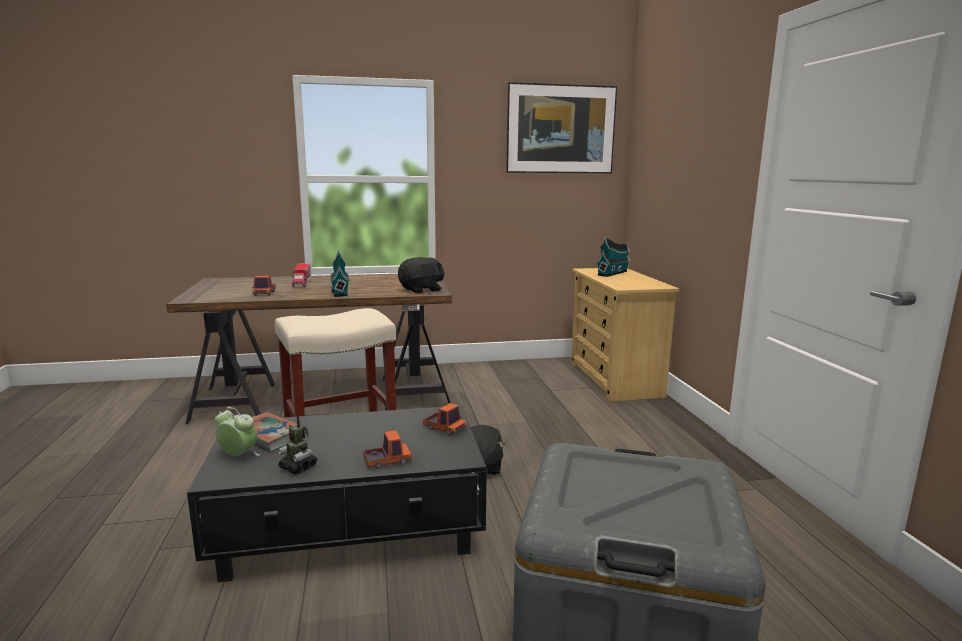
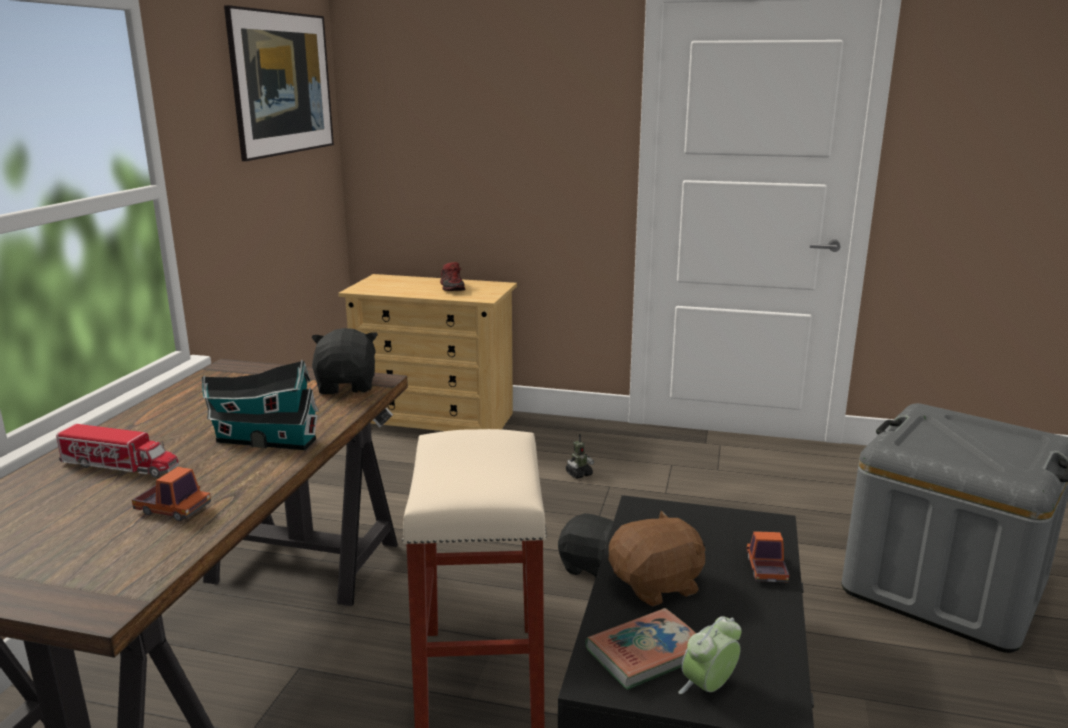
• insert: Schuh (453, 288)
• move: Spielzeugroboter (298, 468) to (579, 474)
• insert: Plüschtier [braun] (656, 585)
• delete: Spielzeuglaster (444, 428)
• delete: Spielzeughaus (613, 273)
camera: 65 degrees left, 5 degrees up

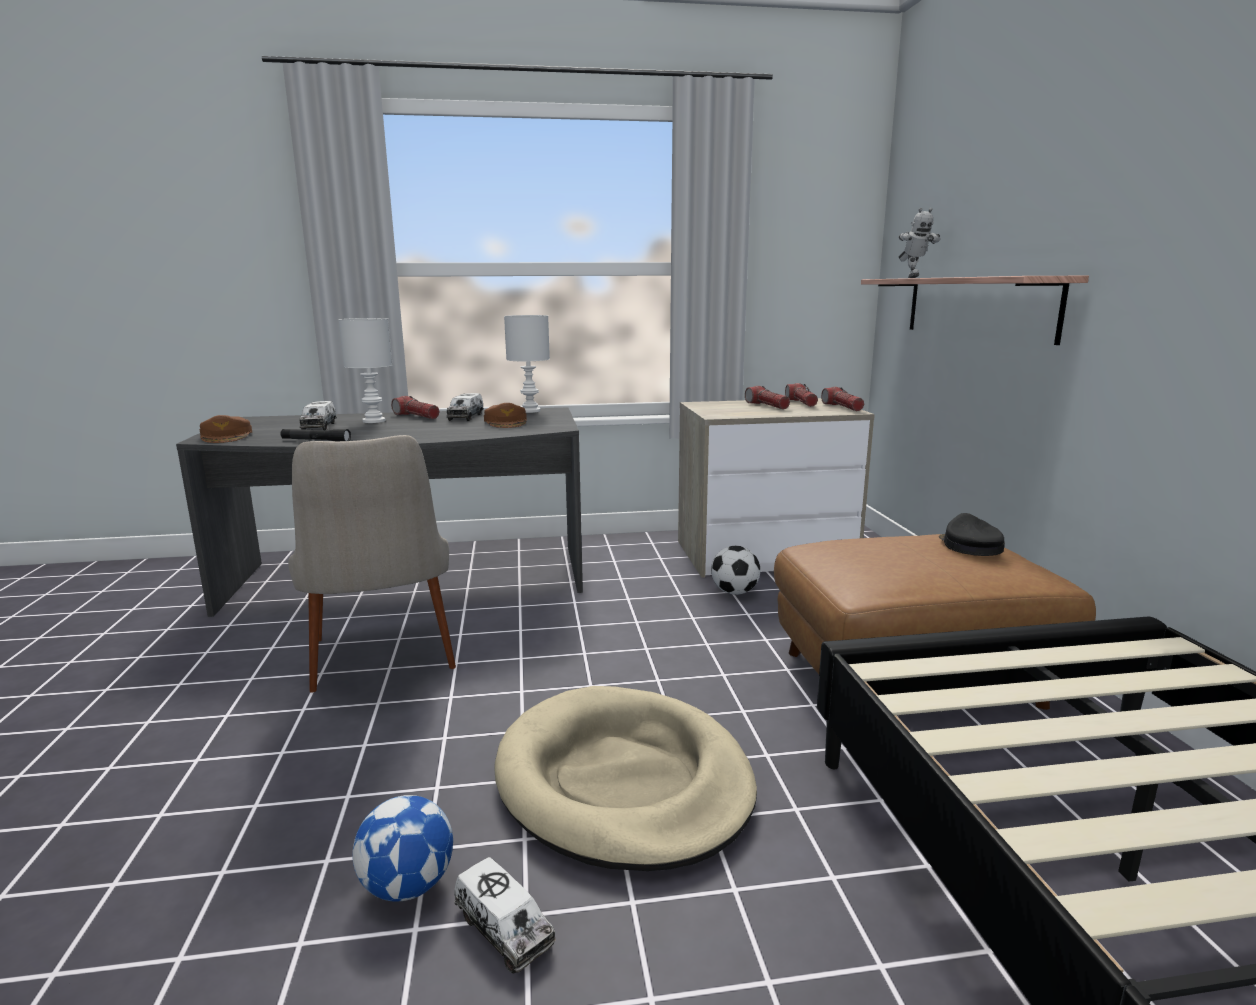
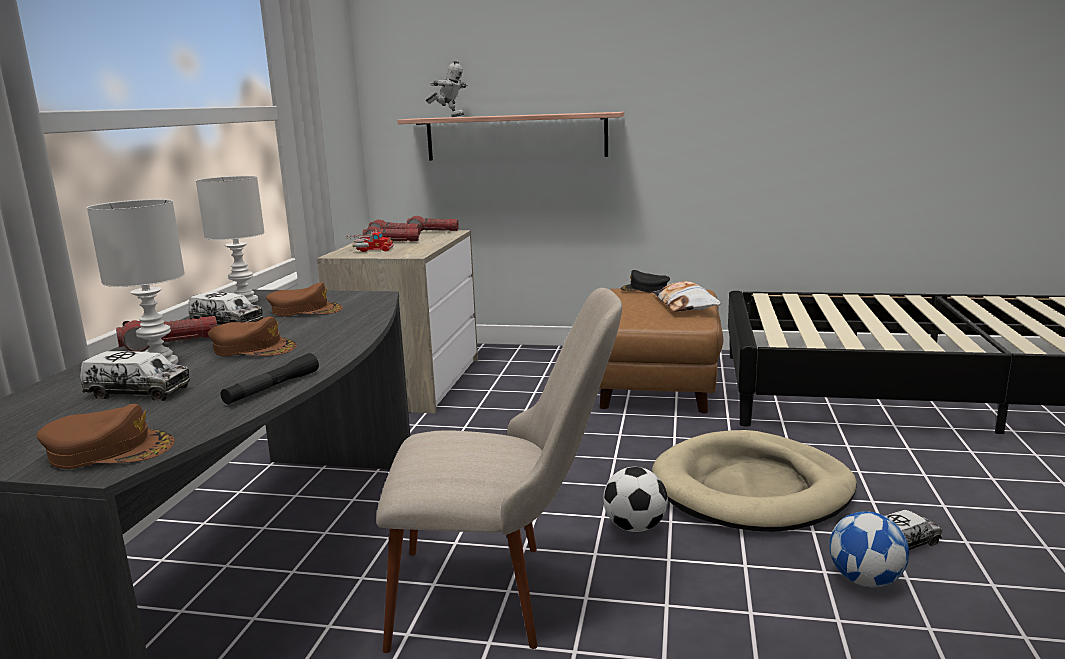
• insert: Kappe [braun] (254, 348)
• insert: Spielzeuglaster (369, 250)
• move: Fußball (734, 592) to (635, 527)
• insert: Kissen (685, 304)
camera: 70 degrees left, 0 degrees up

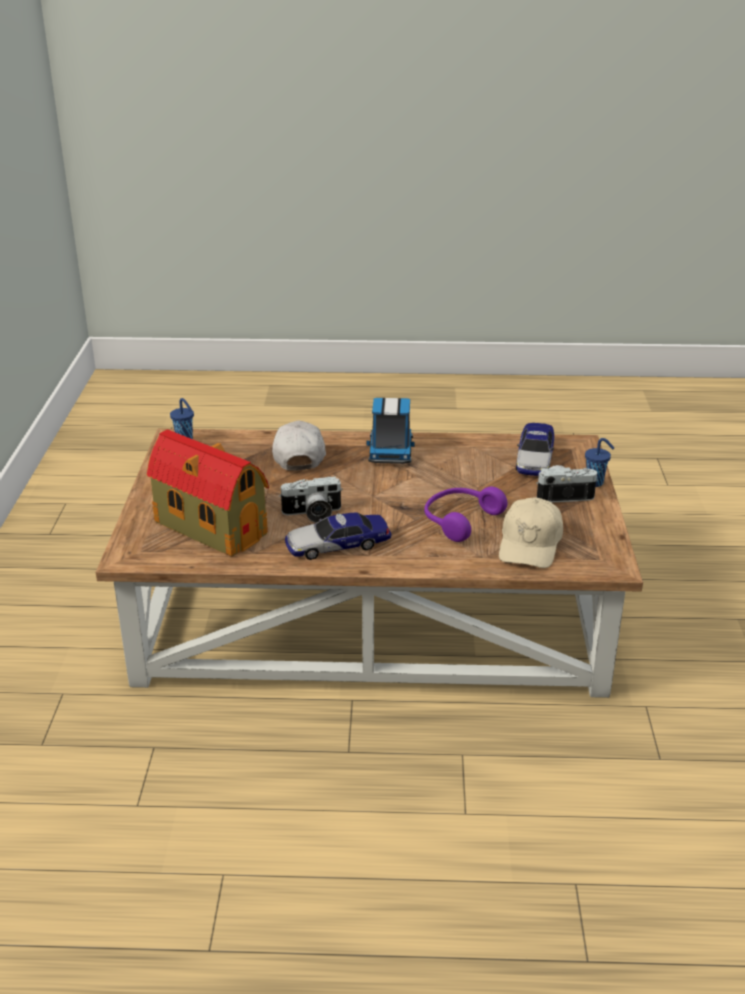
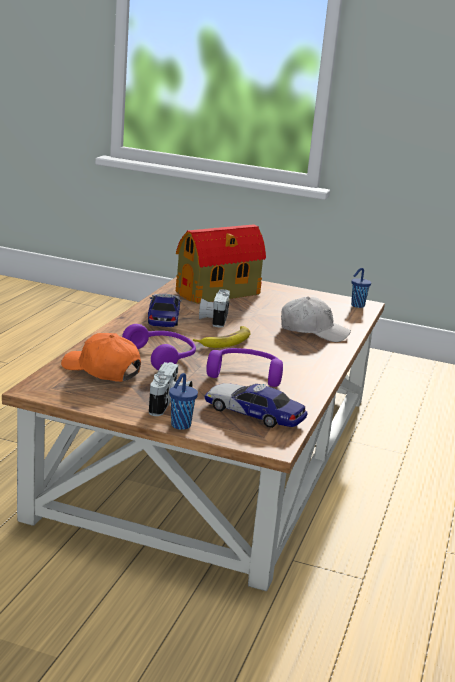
• recolor: Kappe [beige] (530, 544) to Kappe [orange] (101, 370)
• insert: Banane (225, 341)
• insert: Kopfhörer [lila] (245, 374)
• delete: Spielzeuglaster (390, 451)
camera: 105 degrees right, 10 degrees down

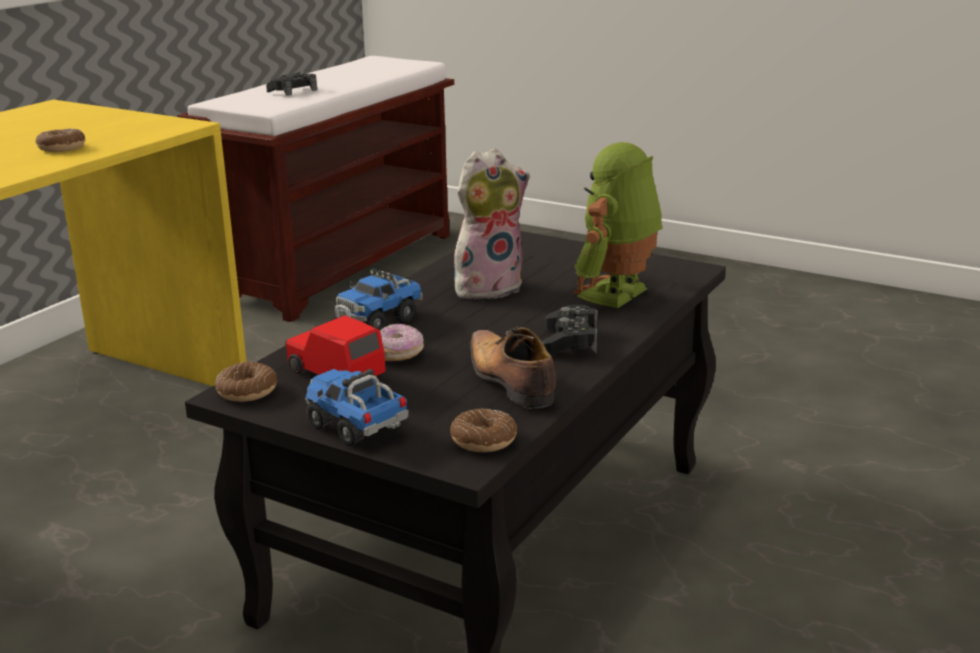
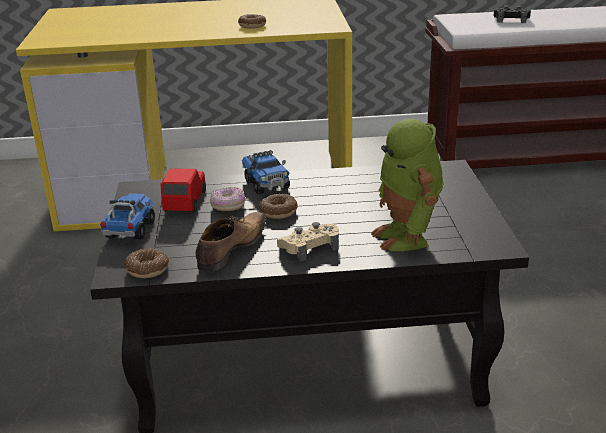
• rotate: Spielzeuglaster (378, 320) = (266, 184) 120 degrees counterclockwise
• move: Donut (247, 391) to (278, 212)
• recolor: Gamepad [schwarz] (570, 341) to Gamepad [beige] (309, 247)
• rotate: Spielzeugroboter (618, 295) = (407, 237) 105 degrees counterclockwise
• delete: Plüschtier (488, 287)
camera: 55 degrees right, 5 degrees up

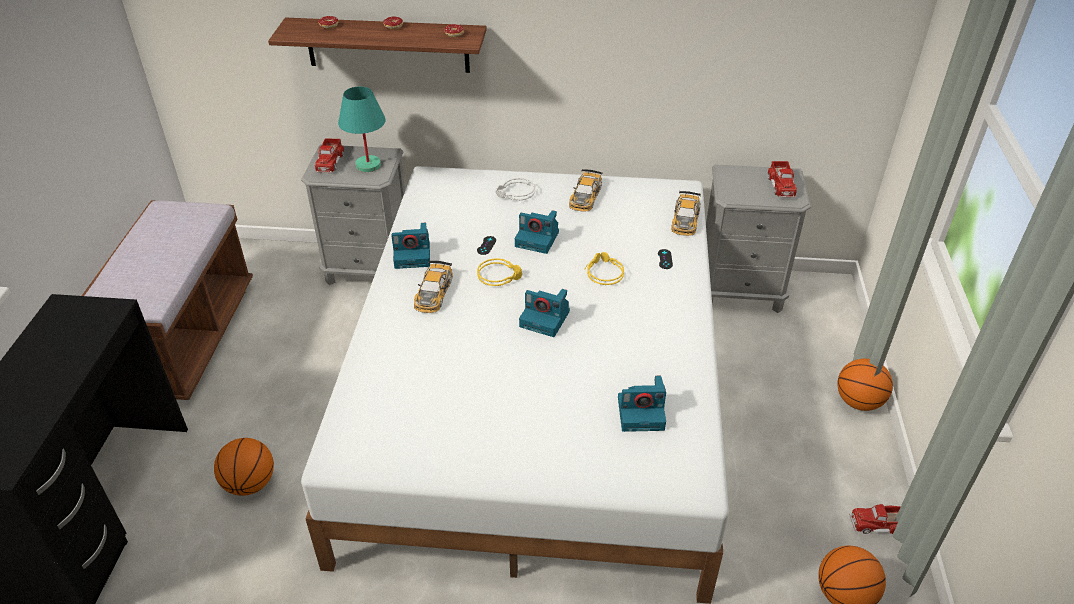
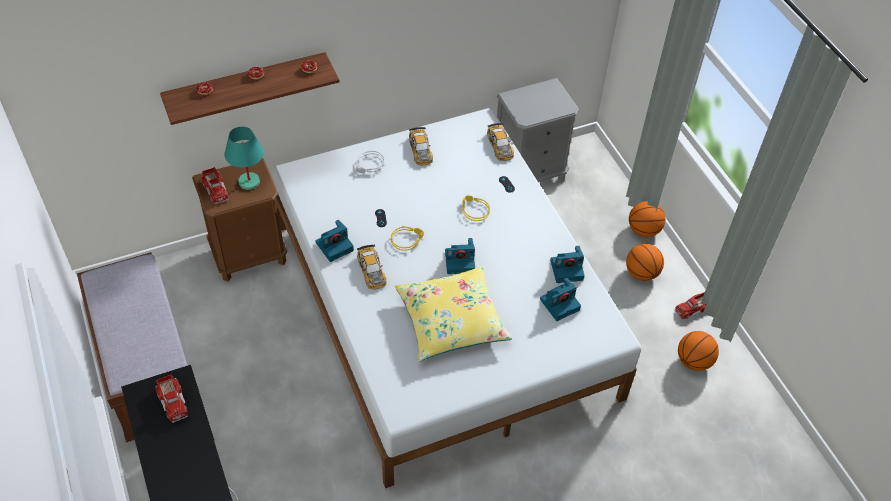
• move: Spielzeuglaster (781, 185) to (173, 402)
• recolor: Nachttisch [grau] (369, 269) to Nachttisch [braun] (249, 255)
• insert: Kissen [gelb] (452, 320)
• move: Kamera (538, 239) to (567, 269)
• move: Basketball (250, 484) to (641, 273)
camera: 30 degrees left, 10 degrees up

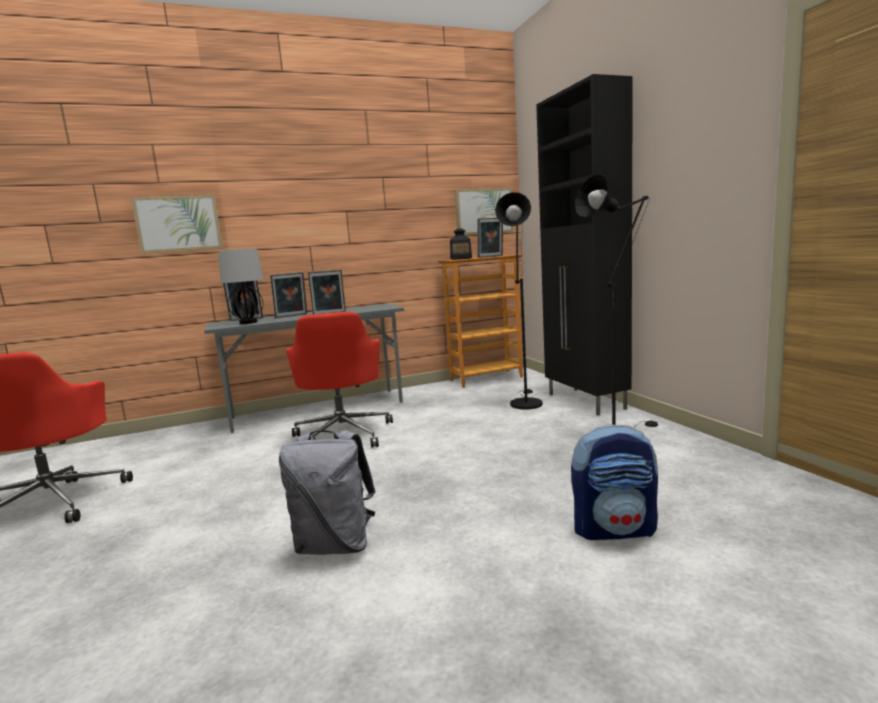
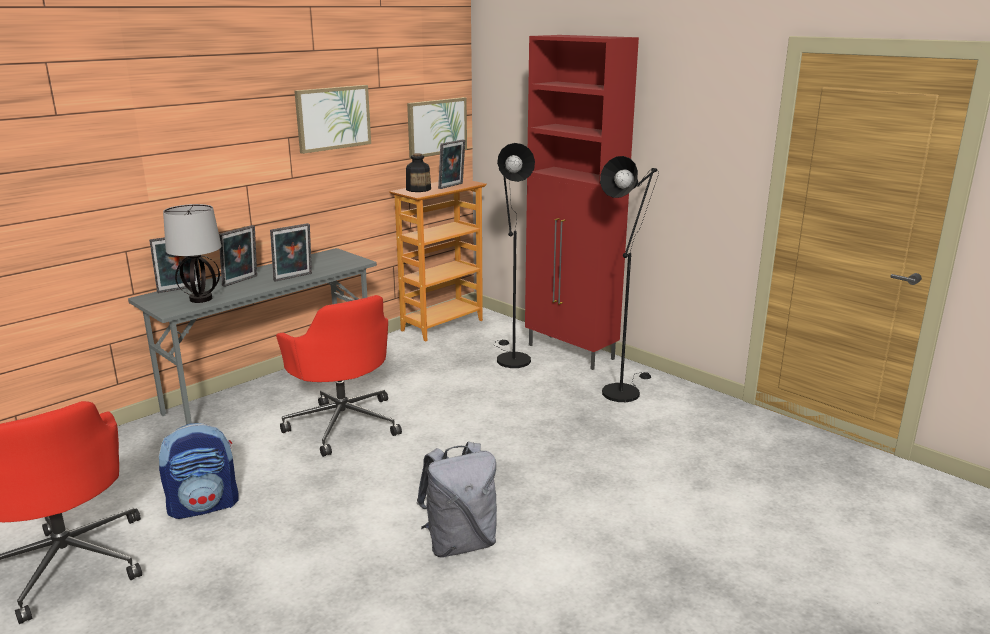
• move: Rucksack (614, 529) to (204, 506)
• move: Bild (178, 223) to (333, 118)
• recolor: Schrank [schwarz] (586, 402) to Schrank [rot] (571, 352)
camera: 25 degrees left, 10 degrees up

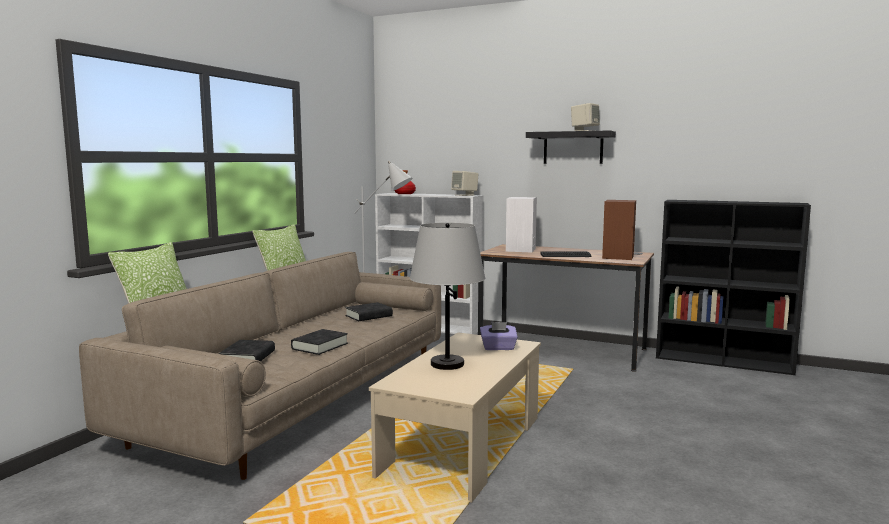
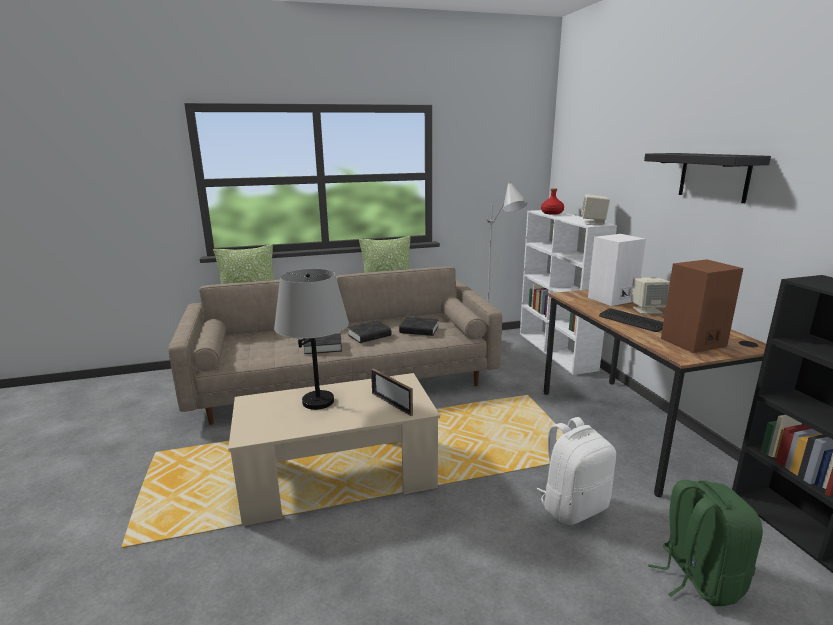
• move: Buch [schwarz] (248, 358) to (369, 335)
• replace: Taschentuchbox [lila] (498, 348) to Bilderrahmen (391, 404)
• insert: Rucksack [weiß] (573, 506)
• move: Lautsprecher [beige] (584, 131) to (647, 310)
• insert: Rucksack [grün] (697, 577)
camera: 50 degrees right, 10 degrees up

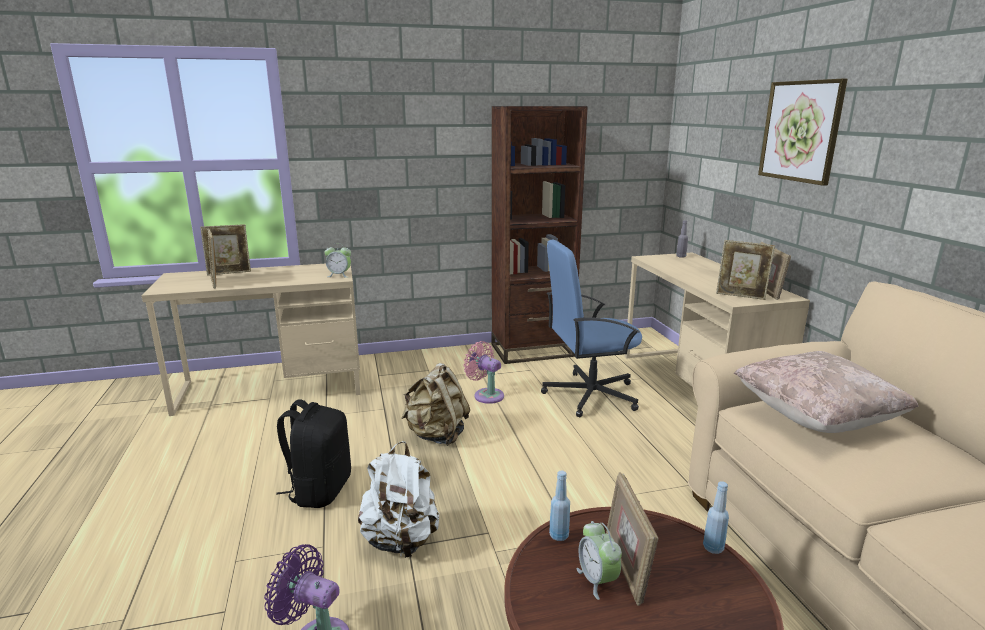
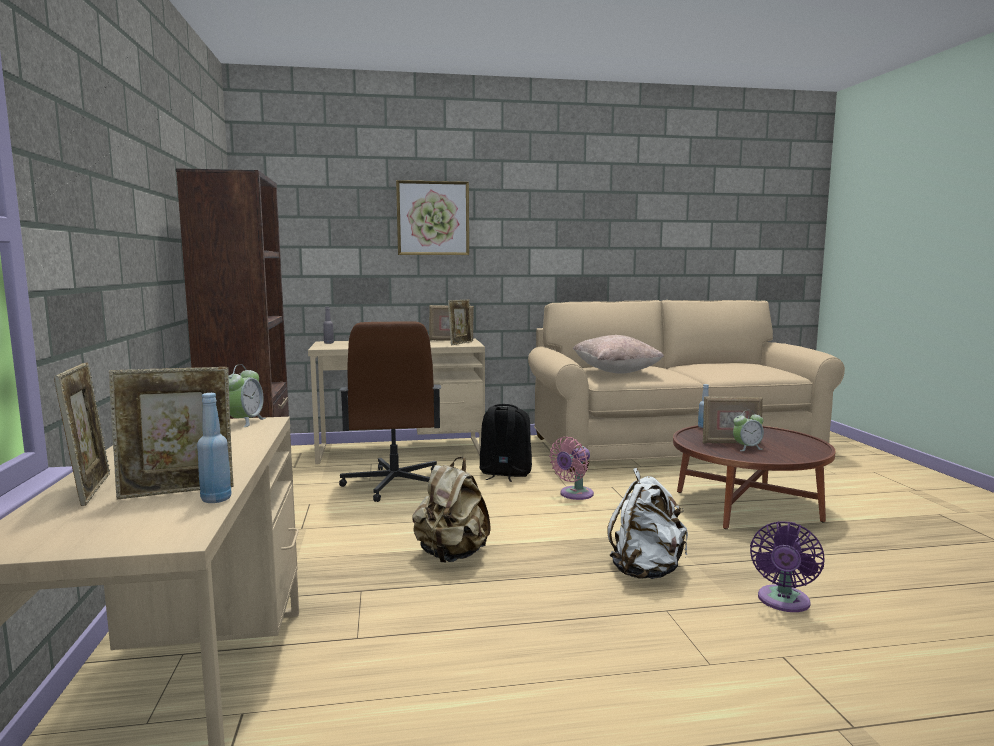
• move: Flasche [blau] (559, 535) to (216, 499)
• recolor: Bürostuhl [blau] (589, 395) to Bürostuhl [braun] (393, 484)
• move: Rucksack [schwarz] (319, 490) to (504, 474)
• move: Ventilator [rosa] (486, 395) to (574, 494)
camera: 85 degrees left, 10 degrees down

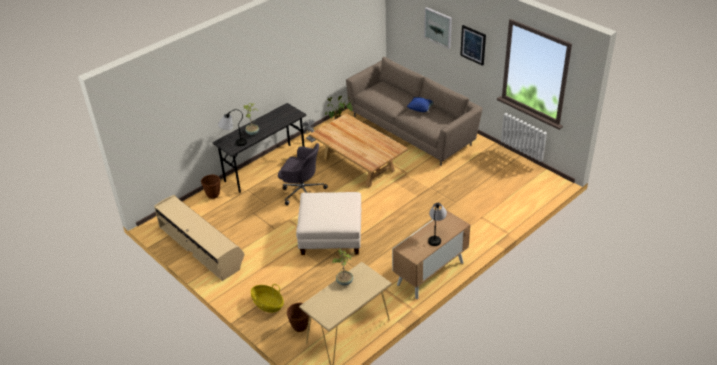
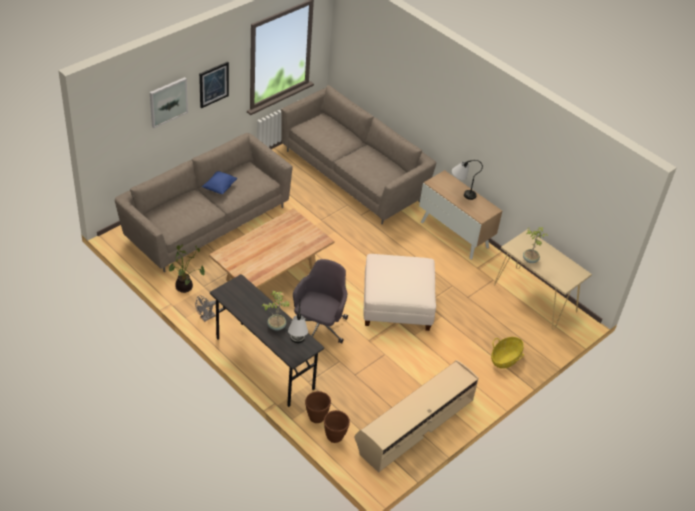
• insert: Sofa [beige] (353, 174)
• move: Pflanzkübel [braun] (300, 327) to (335, 437)
camera: 95 degrees left, 5 degrees up

